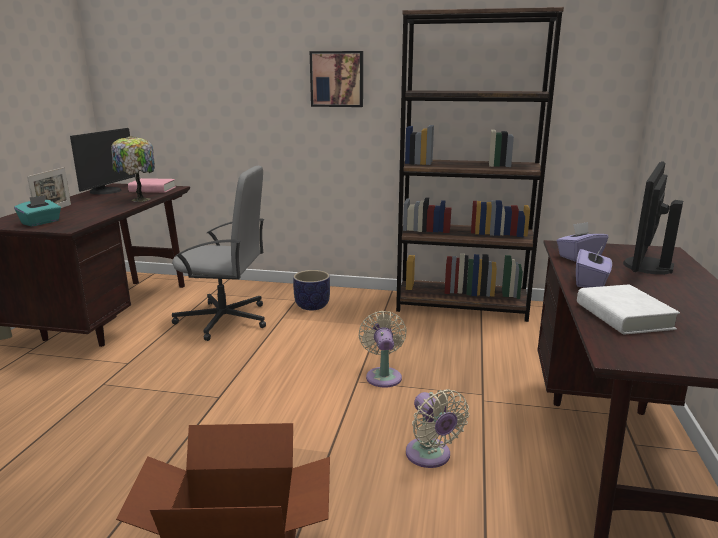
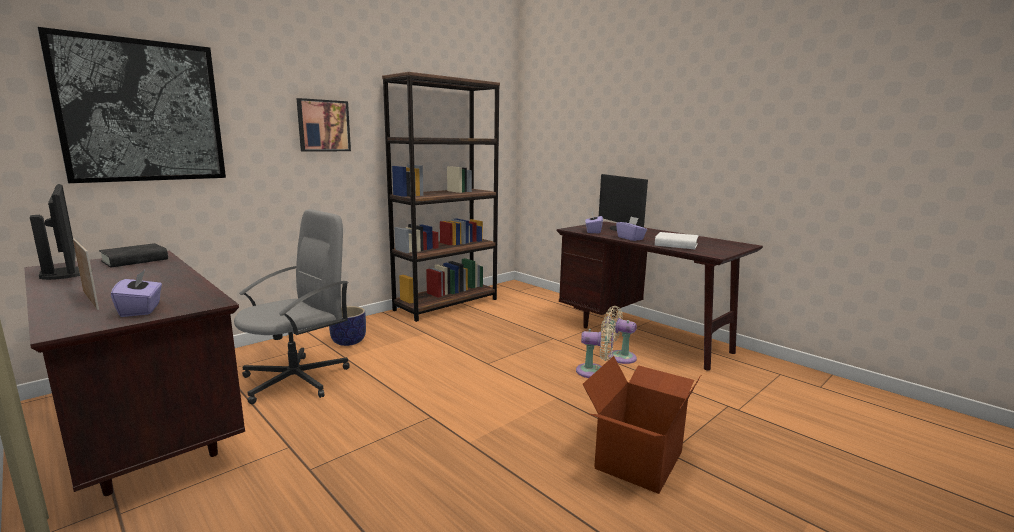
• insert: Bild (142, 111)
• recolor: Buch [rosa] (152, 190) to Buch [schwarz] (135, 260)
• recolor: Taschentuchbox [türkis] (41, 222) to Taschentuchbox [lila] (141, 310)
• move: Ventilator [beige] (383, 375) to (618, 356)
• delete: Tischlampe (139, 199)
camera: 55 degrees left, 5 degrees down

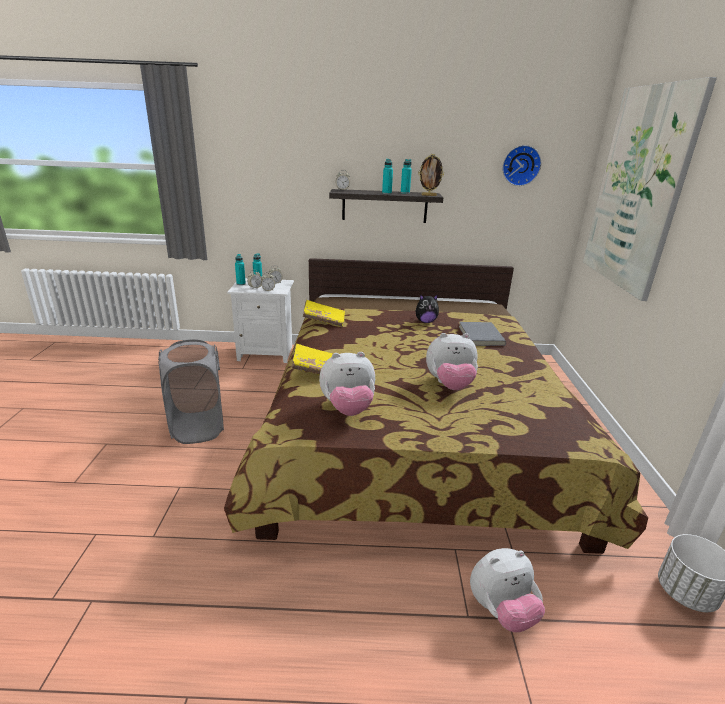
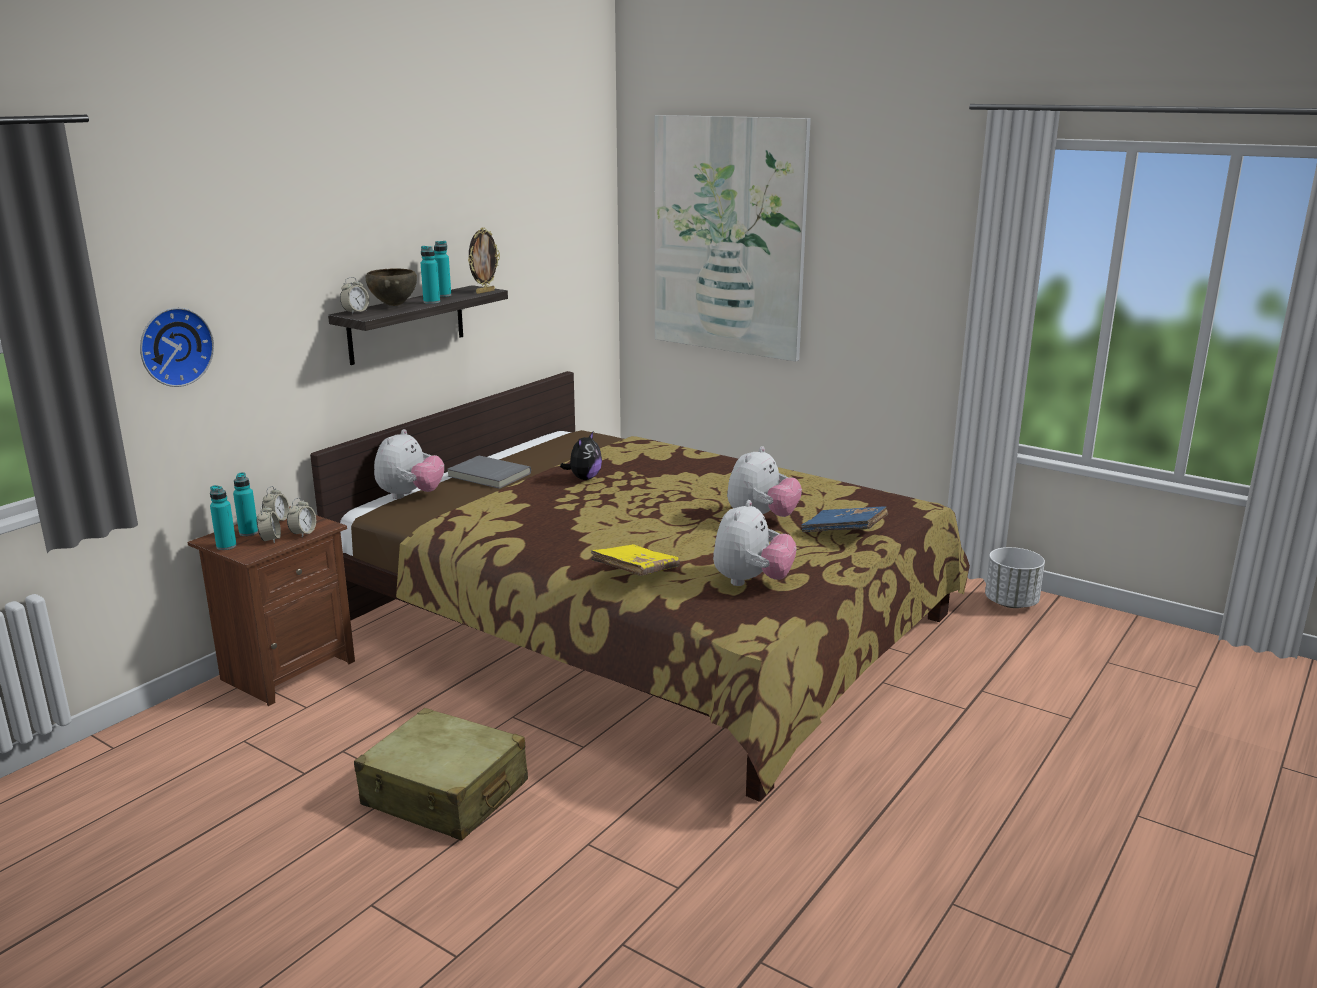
• move: Wanduhr (520, 165) to (174, 346)
• recolor: Nachttisch [weiß] (266, 353) to Nachttisch [braun] (286, 670)
• replace: Wäschekorb [grau] (198, 427) to Koffer [beige] (445, 794)
• insert: Schüssel [braun] (394, 305)
• move: Plüschtier (501, 611) to (410, 495)
• move: Buch [grau] (480, 336) to (488, 475)
• insert: Buch [blau] (844, 532)
• delete: Buch [gelb] (324, 320)
camera: 55 degrees left, 5 degrees down

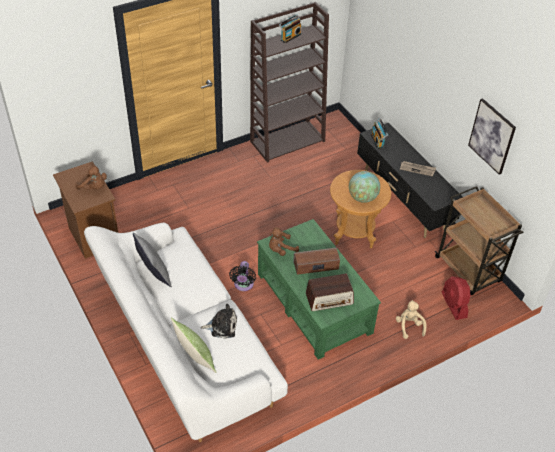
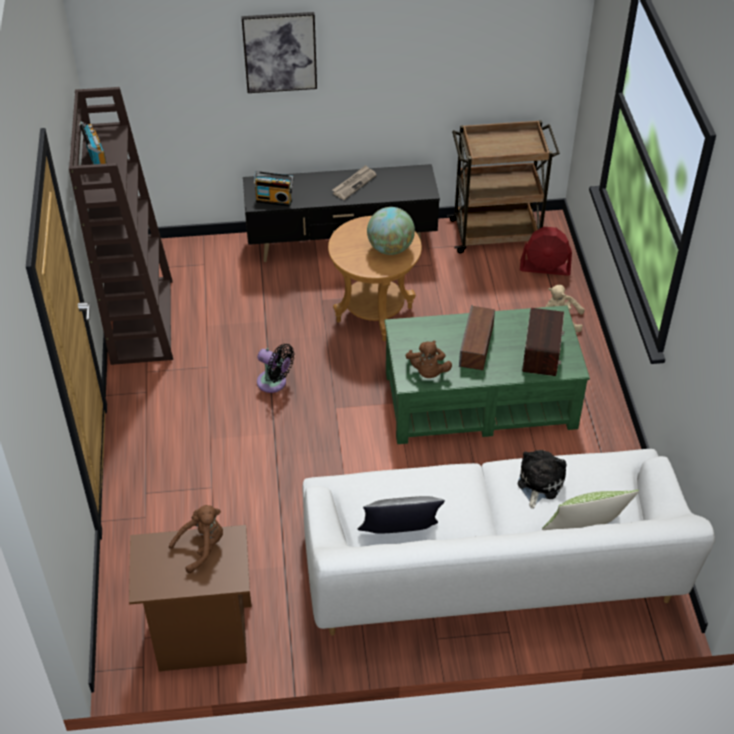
• move: Bild (492, 136) to (280, 52)
• move: Ventilator [schwarz] (243, 285) to (274, 383)
camera: 65 degrees left, 0 degrees up

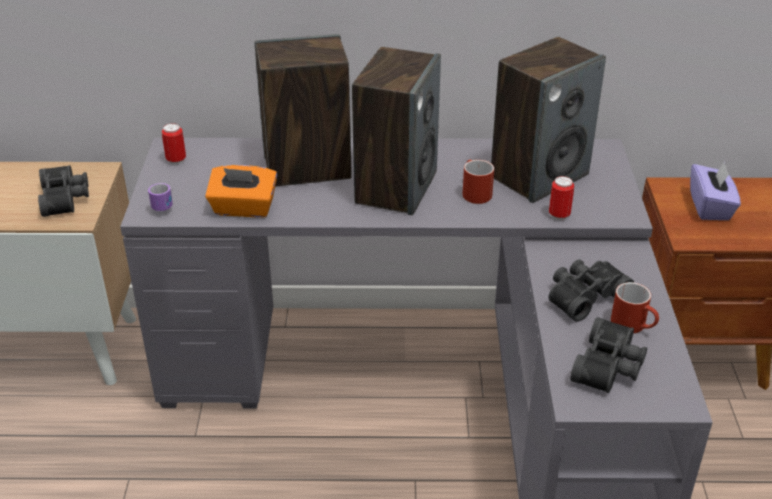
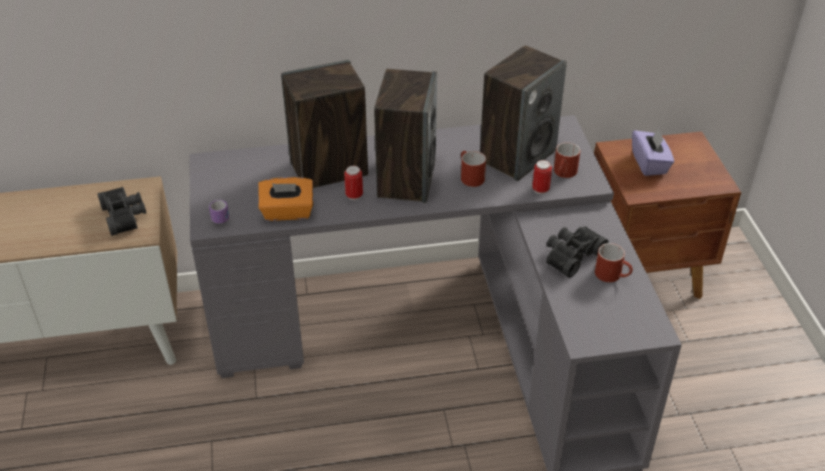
• move: Dose (176, 160) to (354, 195)
• insert: Henkelbecher [rot] (564, 173)
• delete: Fernglas [schwarz] (610, 367)
camera: 10 degrees left, 5 degrees up

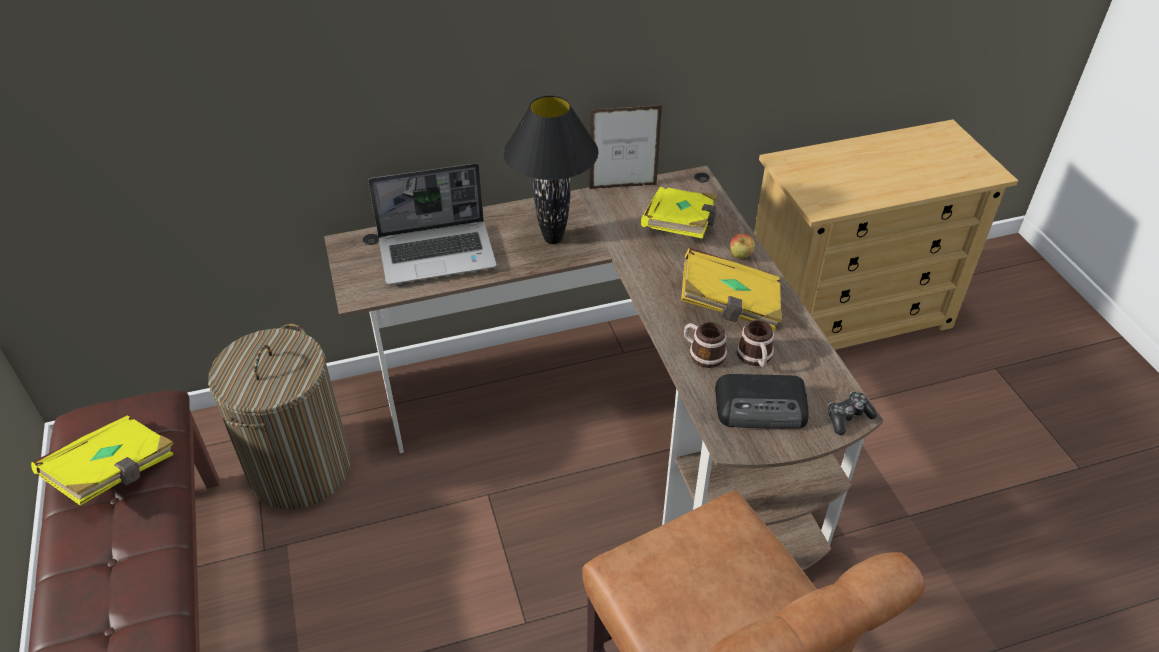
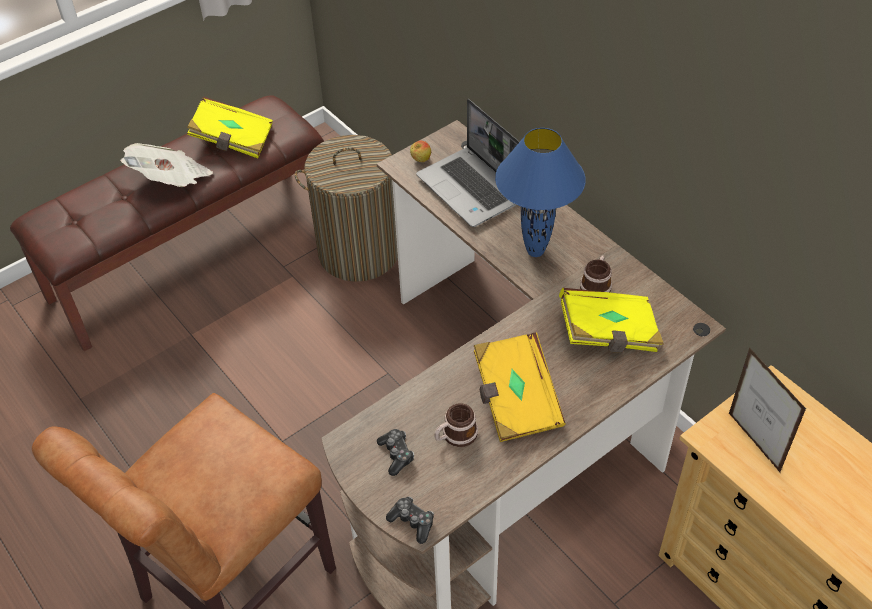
• insert: Zeitung (172, 181)
• replace: Radio (762, 407) to Gamepad (396, 454)
• move: Apfel (740, 256) to (421, 160)
• recolor: Tischlampe [schwarz] (552, 239) to Tischlampe [blau] (534, 251)
• move: Henkelbecher (702, 353) to (596, 285)
• move: Bilderrahmen (623, 187) to (754, 442)
camera: 70 degrees right, 5 degrees up

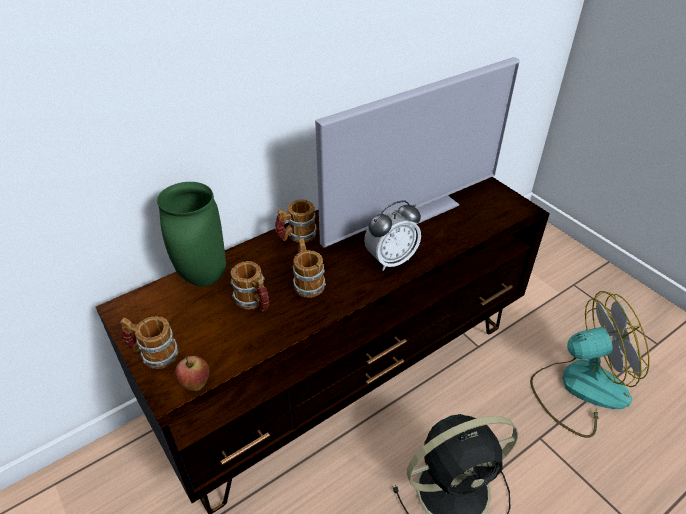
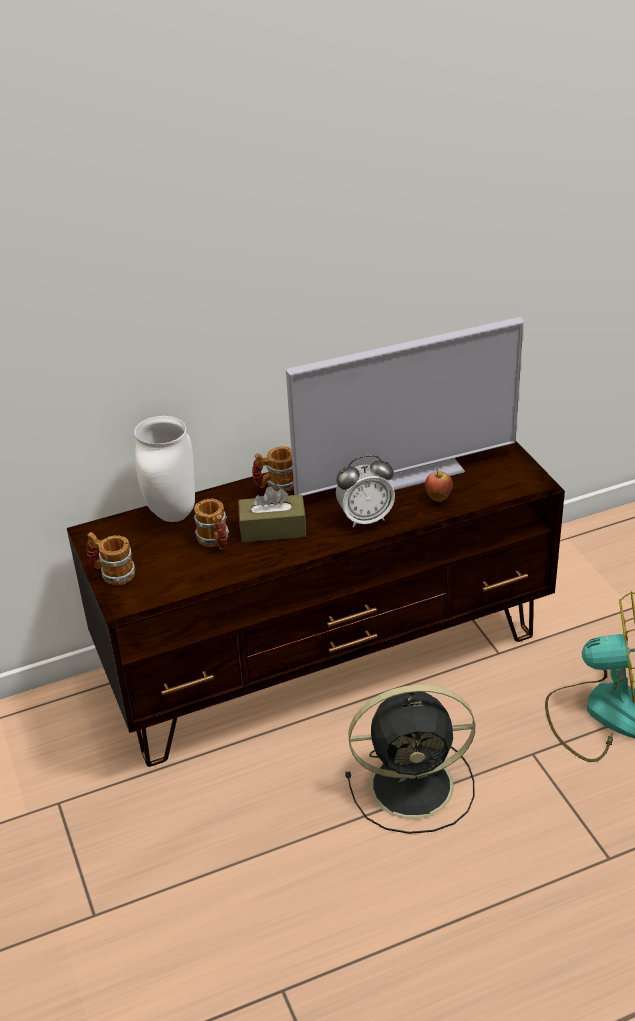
• recolor: Vase [grün] (205, 279) to Vase [weiß] (173, 515)
• replace: Henkelbecher (307, 282) to Taschentuchbox [braun] (273, 529)
• move: Apfel (195, 384) to (438, 498)
camera: 15 degrees right, 5 degrees down

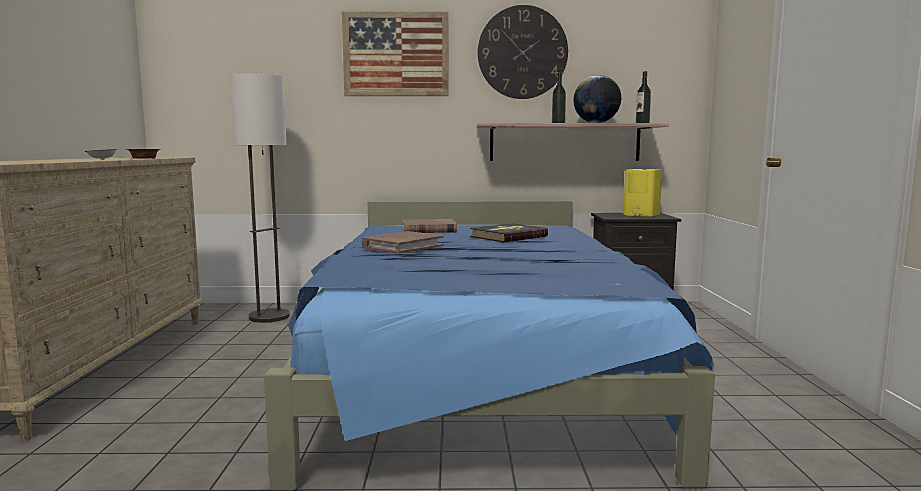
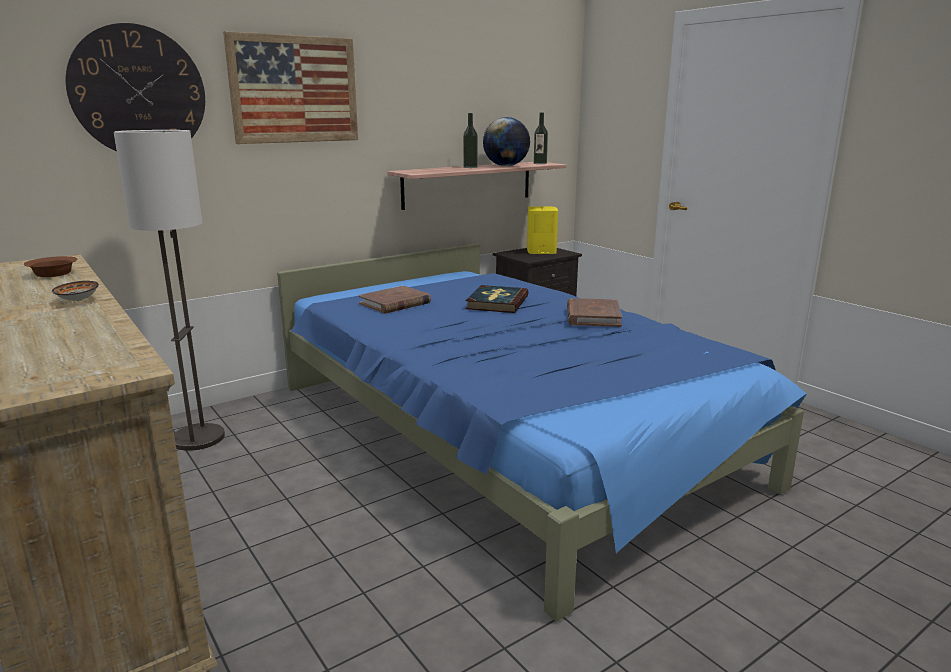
• move: Wanduhr (522, 52) to (138, 92)
• move: Buch [braun] (402, 246) to (592, 316)
camera: 35 degrees left, 10 degrees up

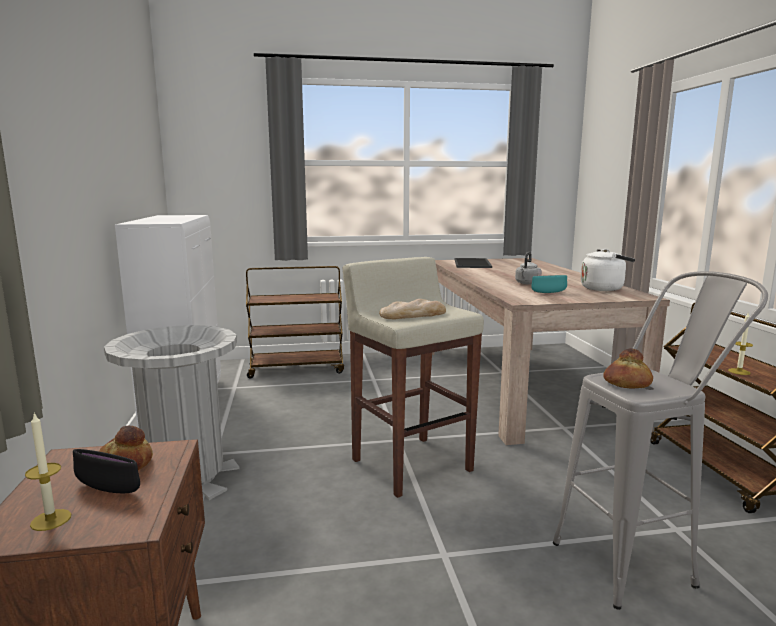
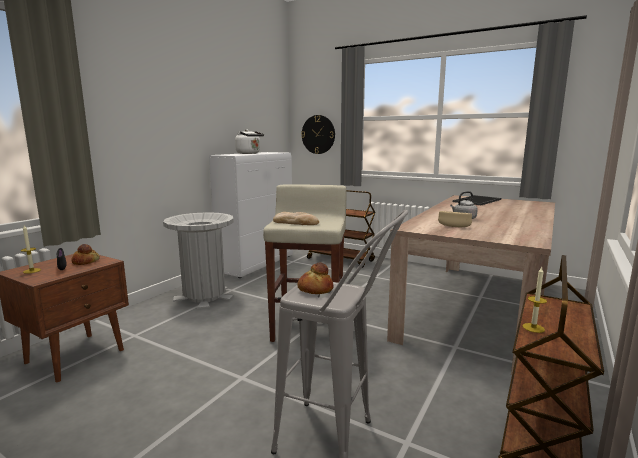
• move: Wasserkessel [weiß] (604, 288) to (249, 153)
• insert: Wanduhr (318, 134)
• recolor: Schüssel [türkis] (548, 292) to Schüssel [beige] (454, 226)
camera: 40 degrees right, 0 degrees up

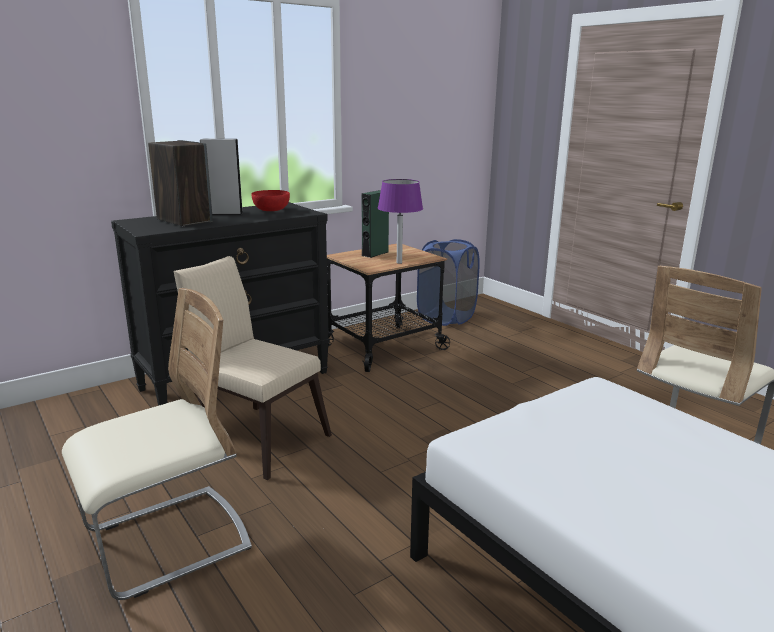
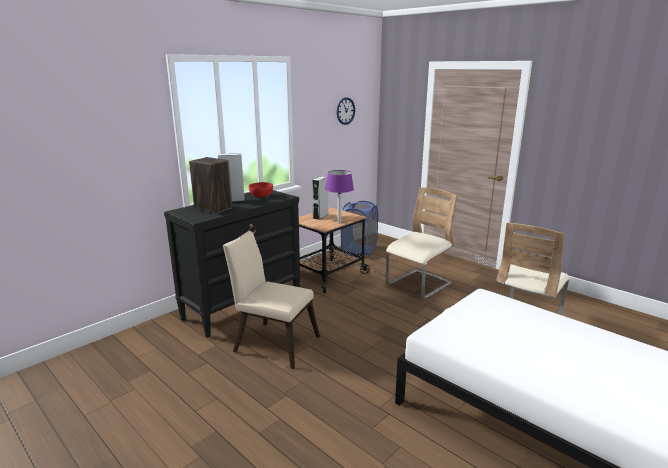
• recolor: Lautsprecher [grün] (375, 254) to Lautsprecher [grau] (320, 216)
• insert: Wanduhr (345, 111)
• move: Stuhl [beige] (167, 542) to (418, 285)
camera: 10 degrees left, 0 degrees up

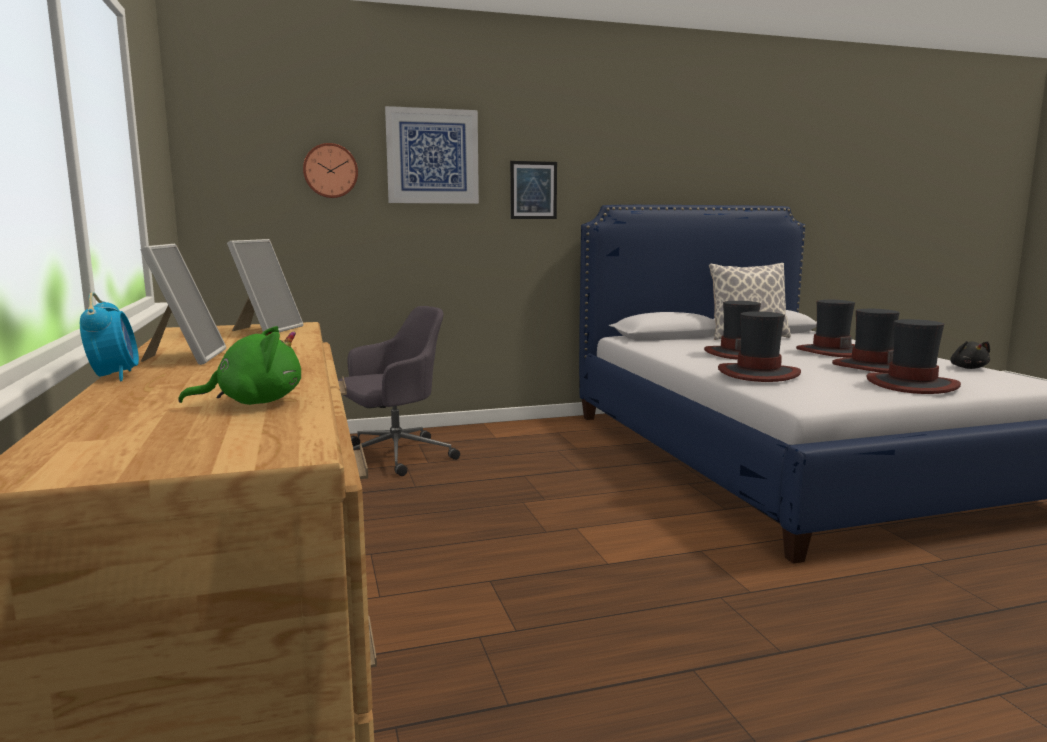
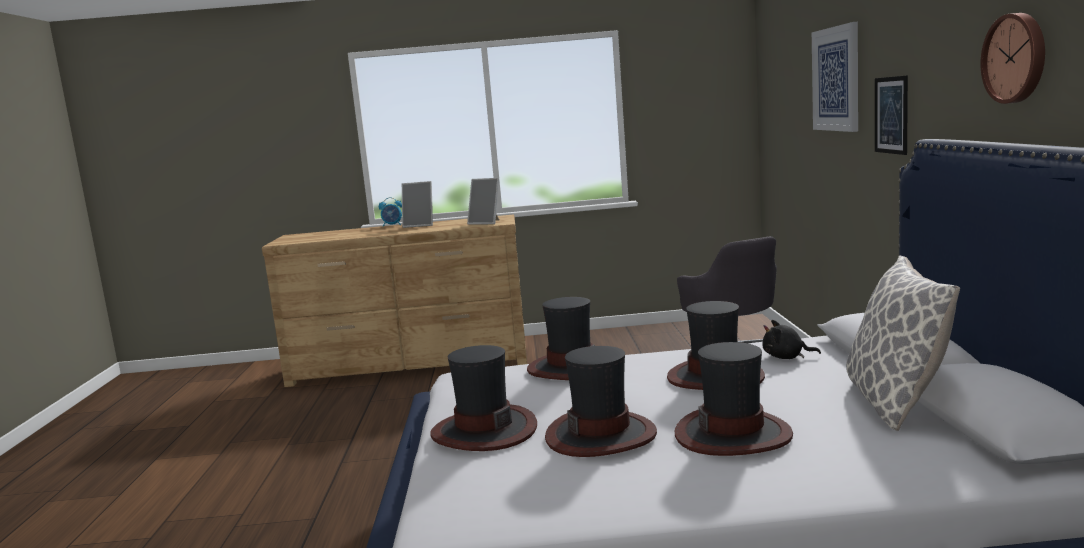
• move: Plüschtier [schwarz] (968, 368) to (786, 357)
• move: Wanduhr (330, 171) to (1016, 58)
• delete: Plüschtier [grün] (253, 402)
camera: 105 degrees right, 0 degrees up

